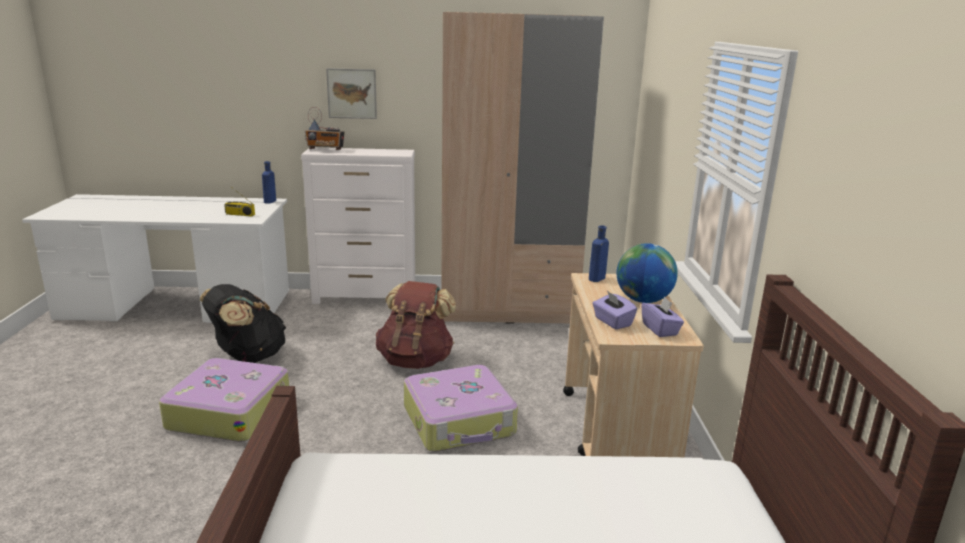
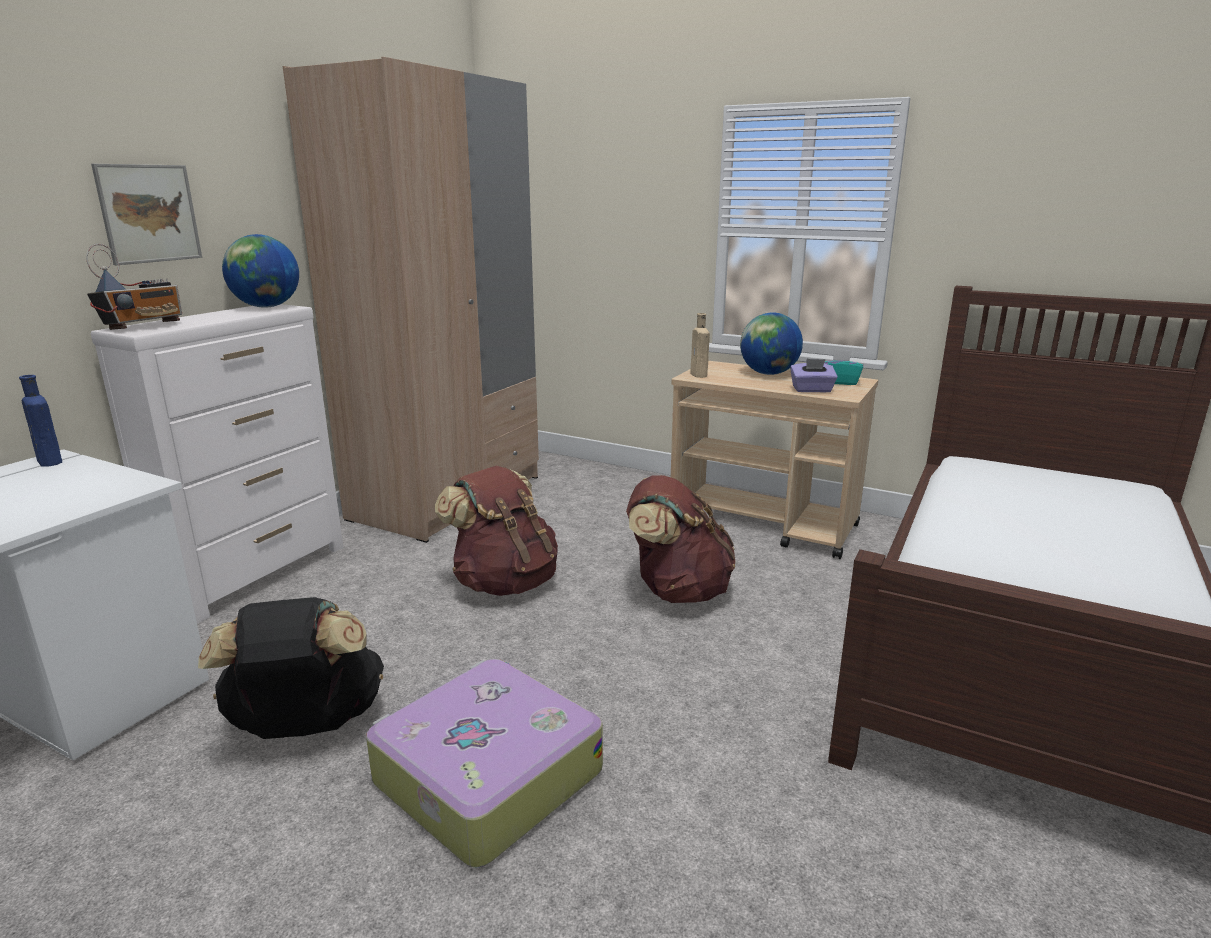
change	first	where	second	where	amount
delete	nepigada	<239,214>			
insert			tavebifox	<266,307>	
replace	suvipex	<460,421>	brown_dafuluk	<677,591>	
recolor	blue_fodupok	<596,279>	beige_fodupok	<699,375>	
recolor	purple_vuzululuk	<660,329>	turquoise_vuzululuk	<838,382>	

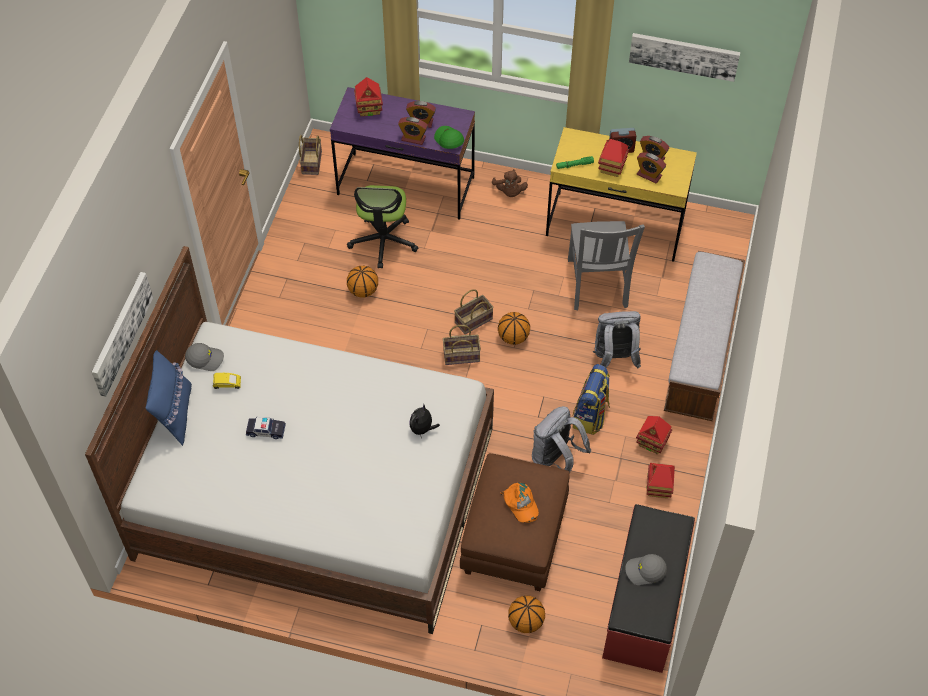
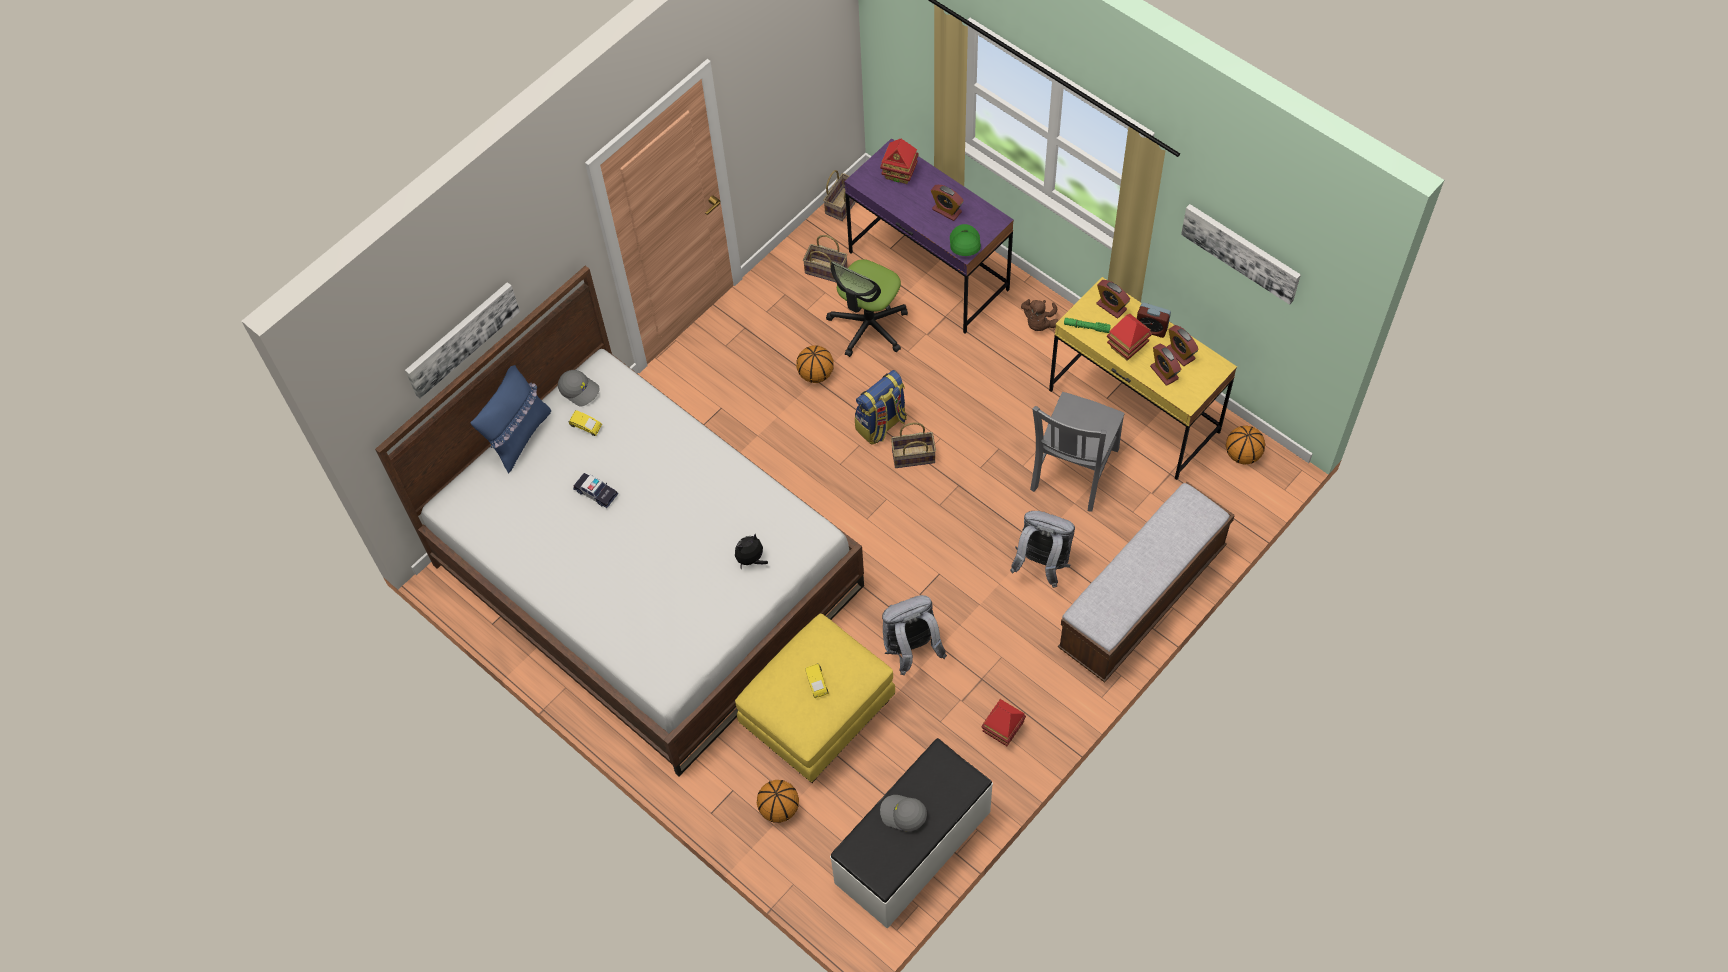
change	first	where	second	where	amount
delete	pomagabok	<652,443>			
move	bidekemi	<413,138>		<1111,307>	
move	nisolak	<462,355>		<827,270>	
move	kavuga	<514,337>		<1243,455>	
move	dafuluk	<590,416>		<881,425>	
replace	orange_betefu	<520,504>	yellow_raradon	<816,683>	
recolor	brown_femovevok	<513,538>	yellow_femovevok	<817,714>	
recolor	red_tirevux	<645,603>	white_tirevux	<914,848>	

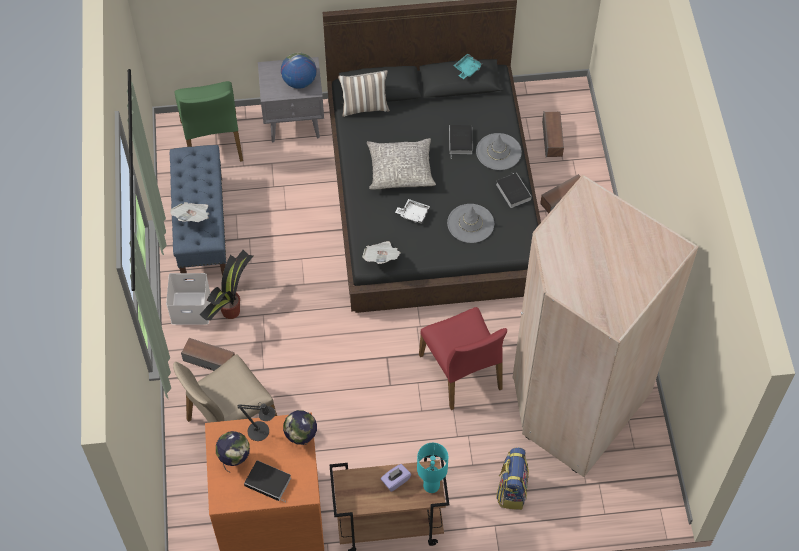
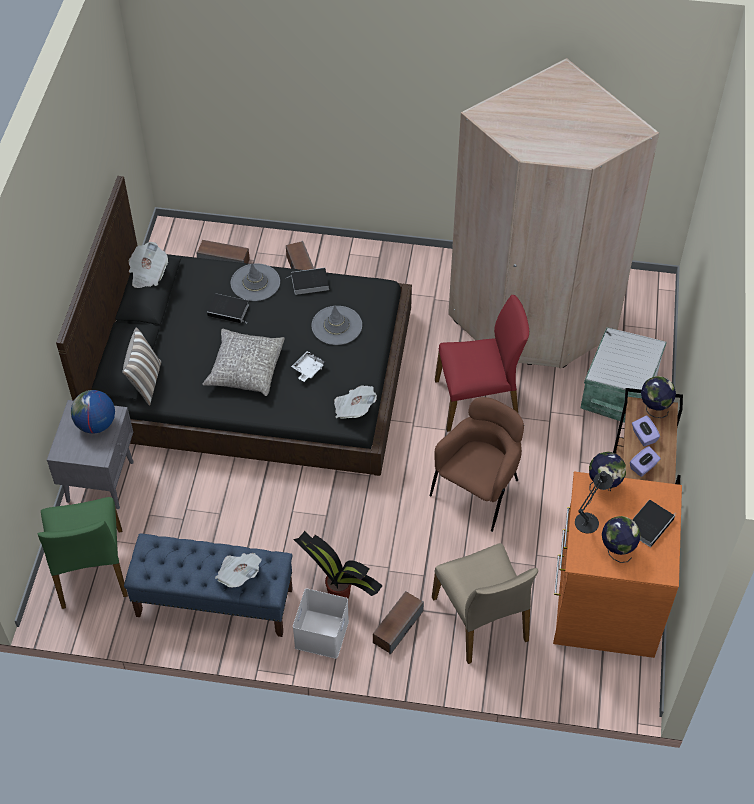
change	first	where	second	where	amount
insert			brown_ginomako	<478,490>	
insert			purple_vuzululuk	<643,467>	
replace	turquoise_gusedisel	<431,485>	tavebifox	<654,409>	
replace	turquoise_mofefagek	<467,69>	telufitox	<148,274>	
replace	dafuluk	<511,490>	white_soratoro	<617,391>	
rotate	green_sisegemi	<212,141>		<91,569>	75 degrees clockwise

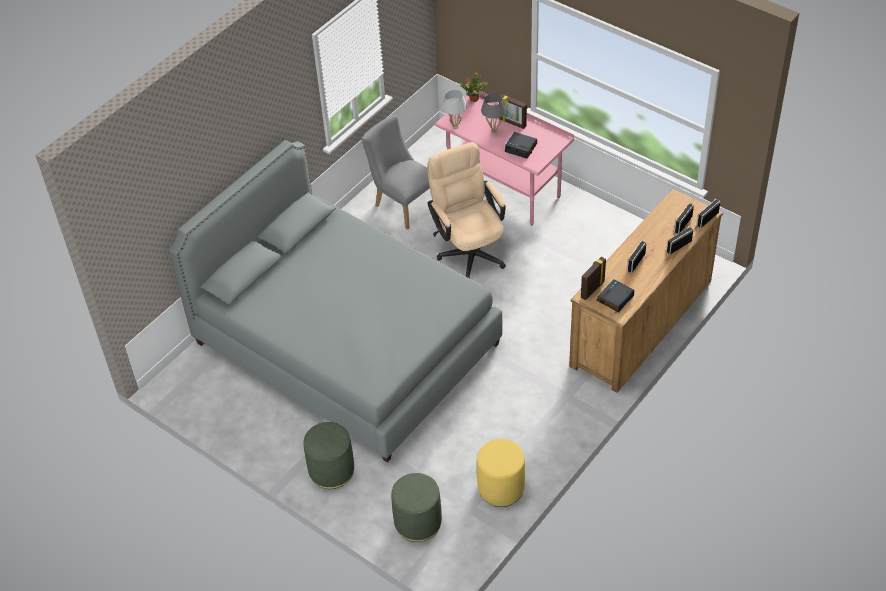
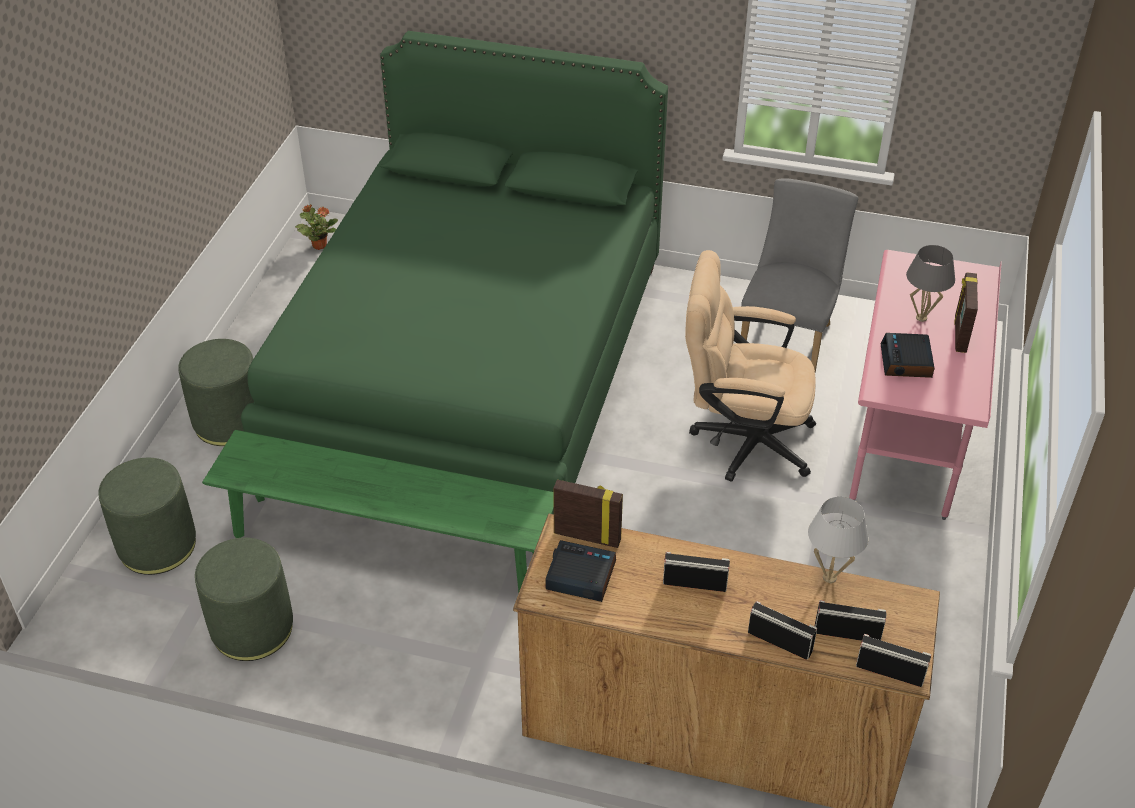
change	first	where	second	where	amount
insert			green_tirevux	<387,545>	
move	white_gusedisel	<455,127>		<830,577>	
move	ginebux	<473,99>		<319,245>	
recolor	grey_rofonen	<346,344>	green_rofonen	<472,364>	
recolor	yellow_femovevok	<501,488>	green_femovevok	<252,628>	
rotate	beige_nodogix	<469,250>		<741,439>	120 degrees counterclockwise

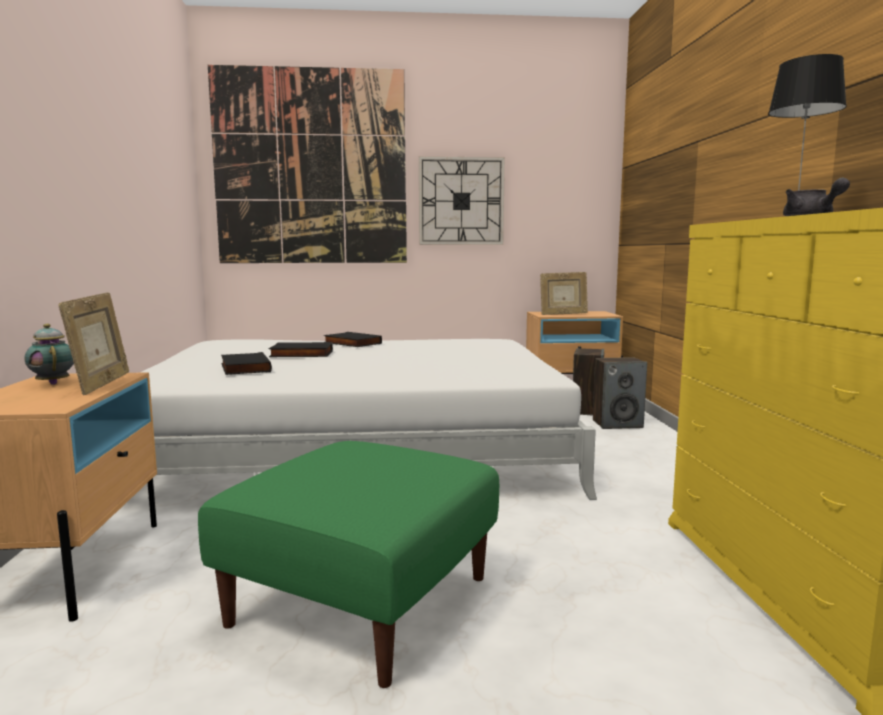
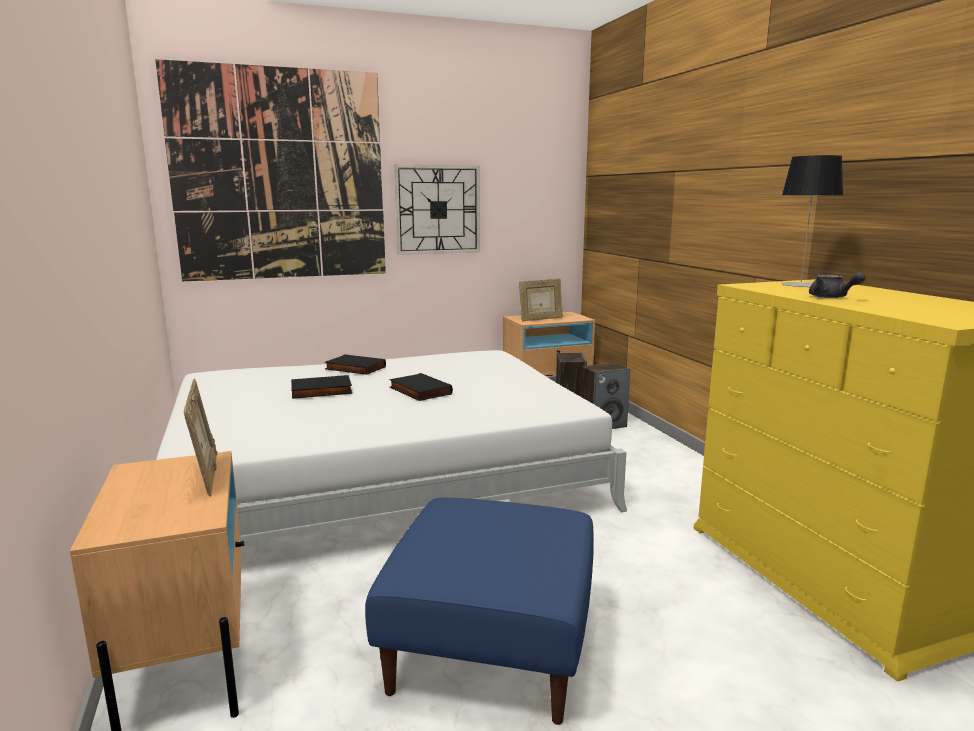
change	first	where	second	where	amount
delete	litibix	<53,383>			
move	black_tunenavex	<243,368>		<418,391>	
recolor	green_femovevok	<362,599>	blue_femovevok	<490,644>	

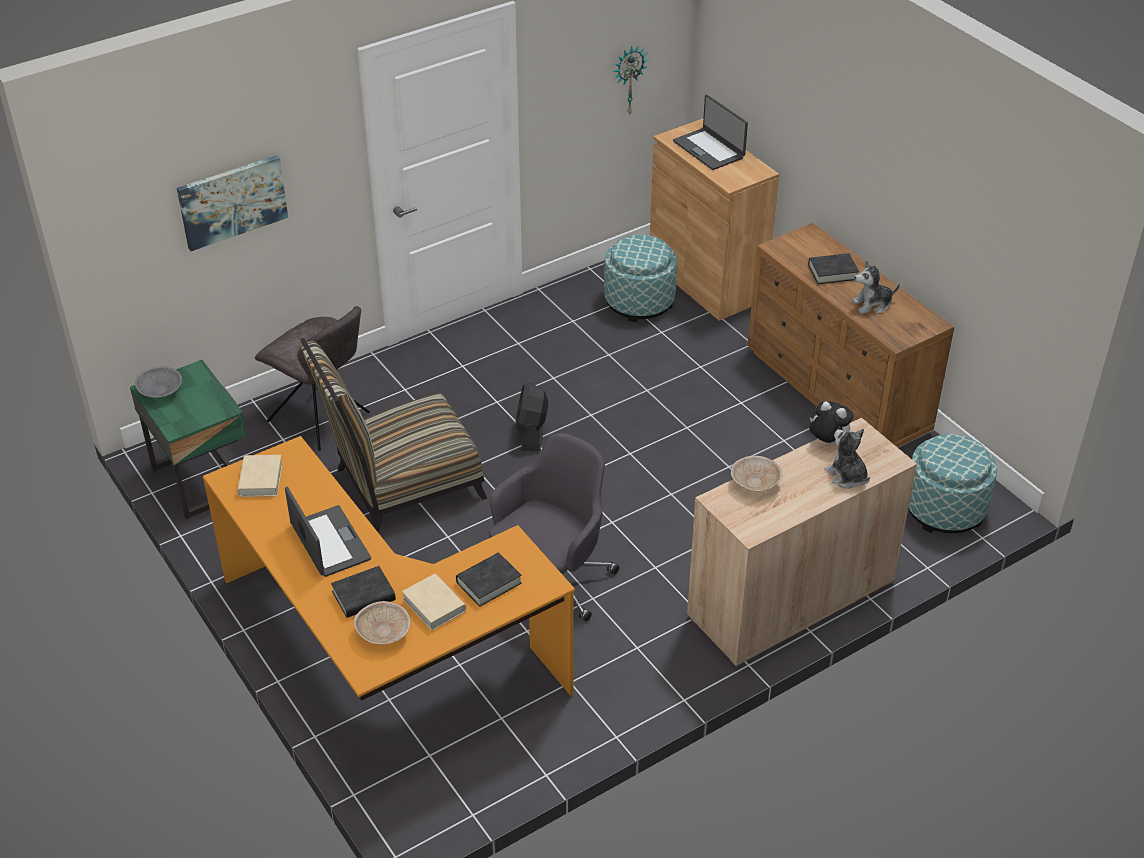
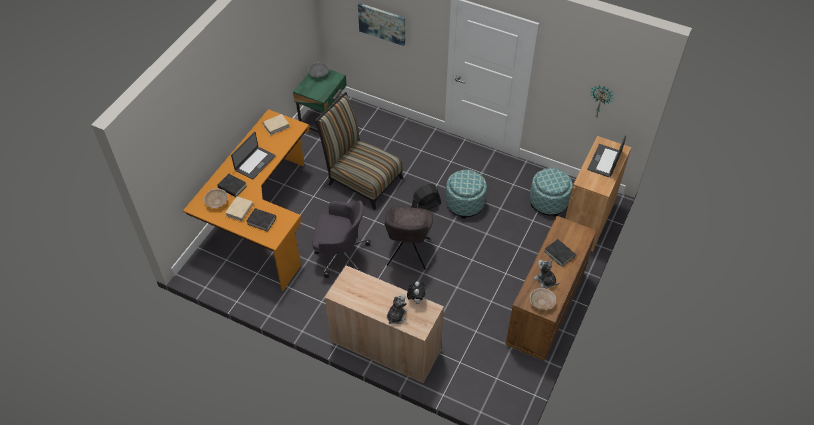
change	first	where	second	where	amount
move	grey_sisegemi	<321,419>		<408,253>	
move	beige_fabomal	<755,483>		<542,302>	
move	femovevok	<944,509>		<464,203>	

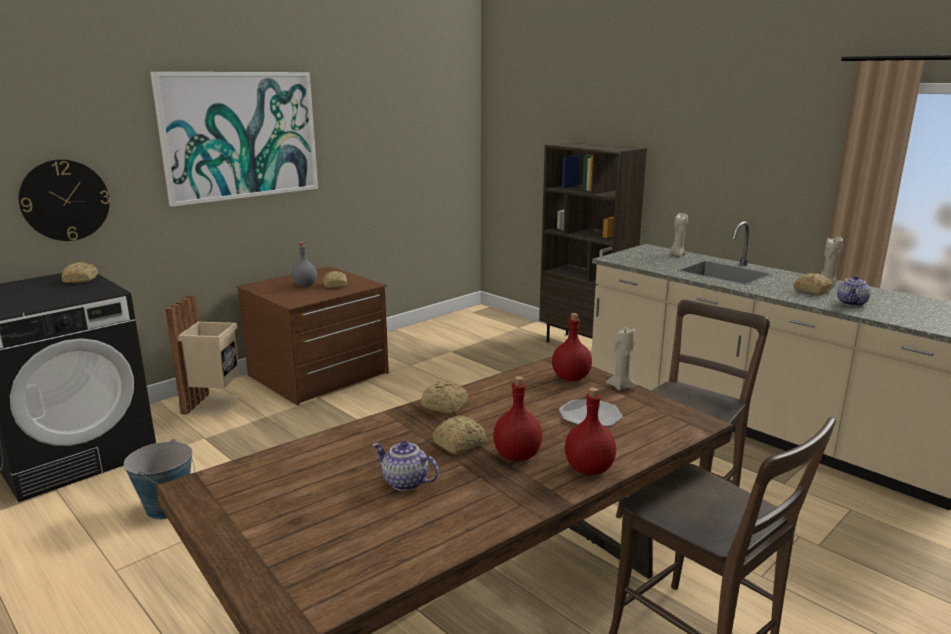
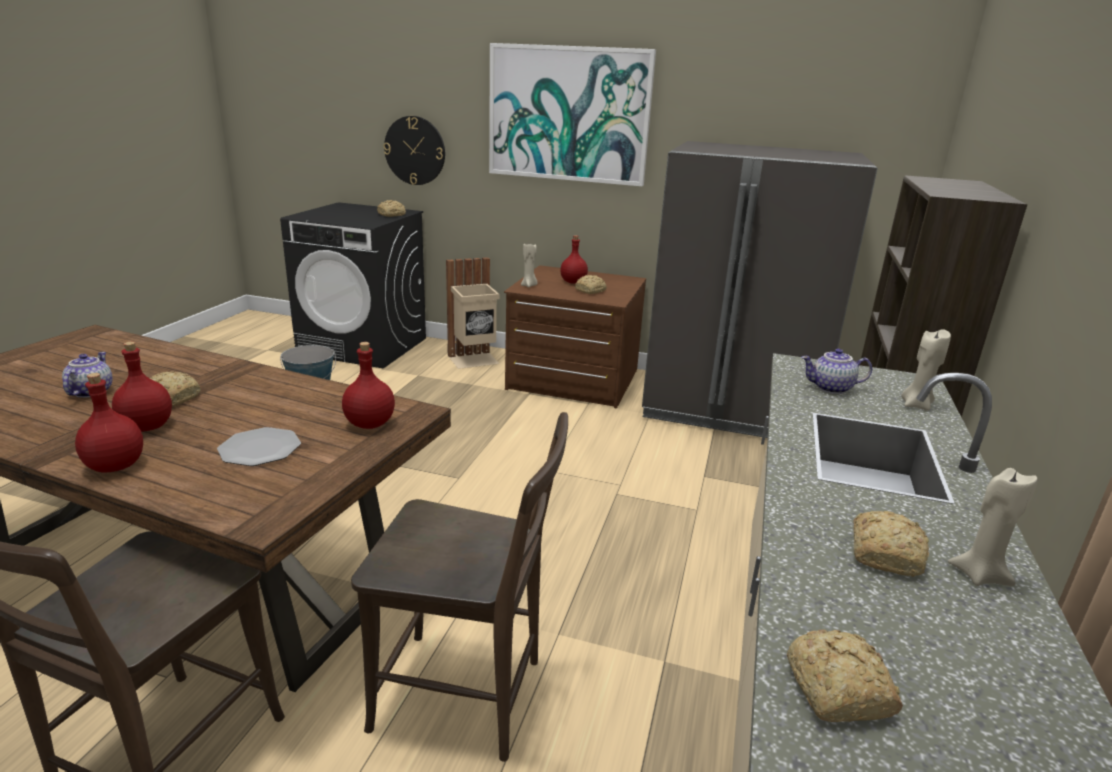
change	first	where	second	where	amount
insert			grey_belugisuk	<730,408>	
move	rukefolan	<445,406>		<837,692>	
move	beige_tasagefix	<621,386>		<529,286>	
move	litibix	<852,303>		<831,388>	
recolor	grey_fodupok	<304,285>	red_fodupok	<573,282>	

